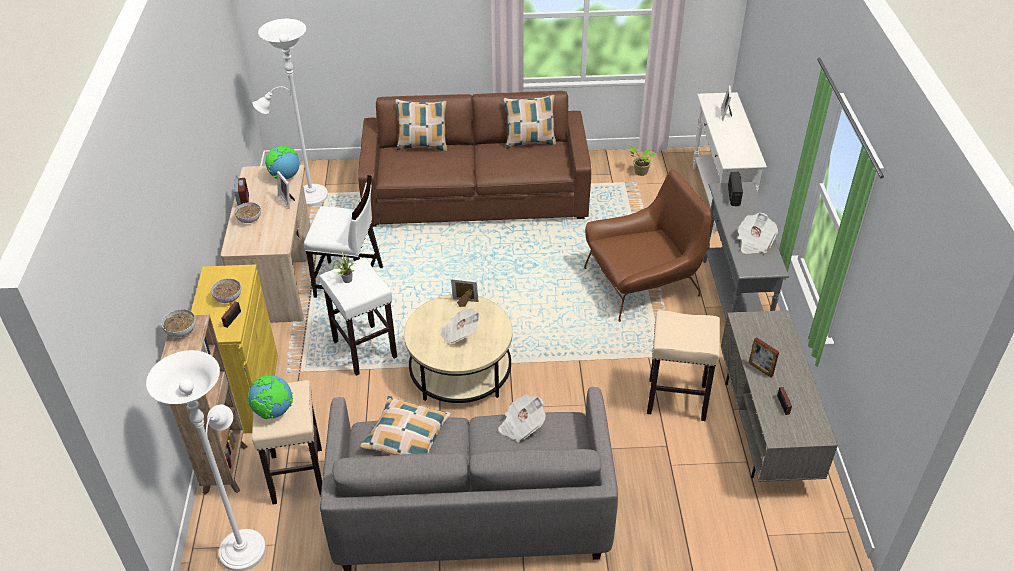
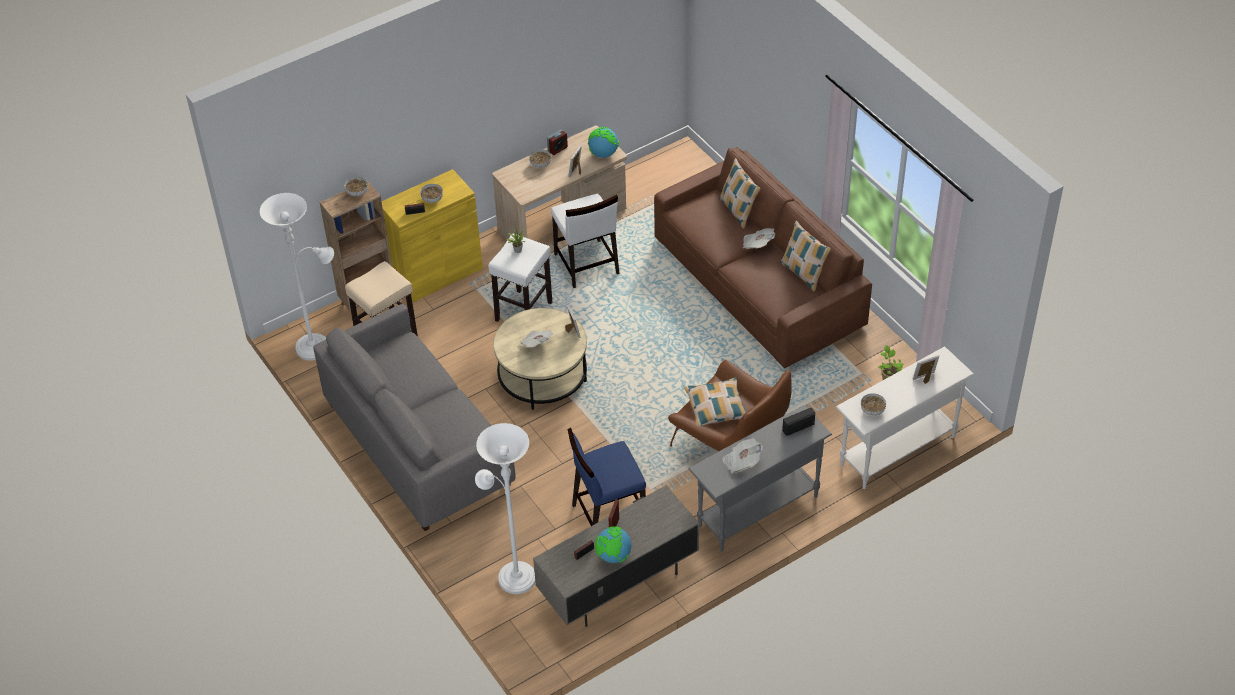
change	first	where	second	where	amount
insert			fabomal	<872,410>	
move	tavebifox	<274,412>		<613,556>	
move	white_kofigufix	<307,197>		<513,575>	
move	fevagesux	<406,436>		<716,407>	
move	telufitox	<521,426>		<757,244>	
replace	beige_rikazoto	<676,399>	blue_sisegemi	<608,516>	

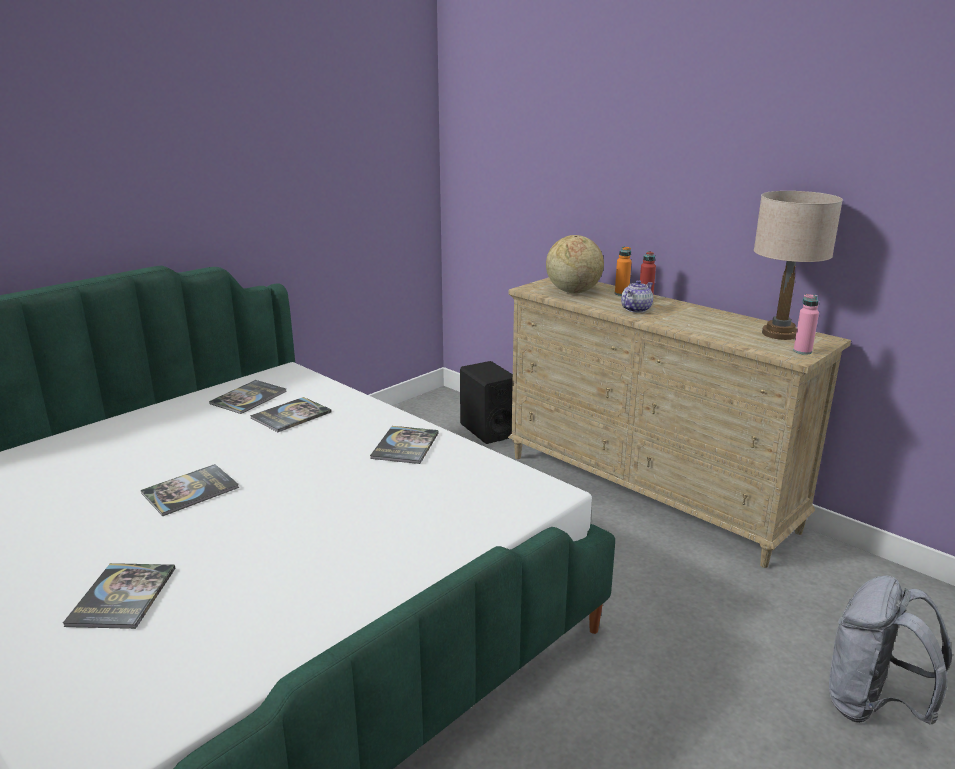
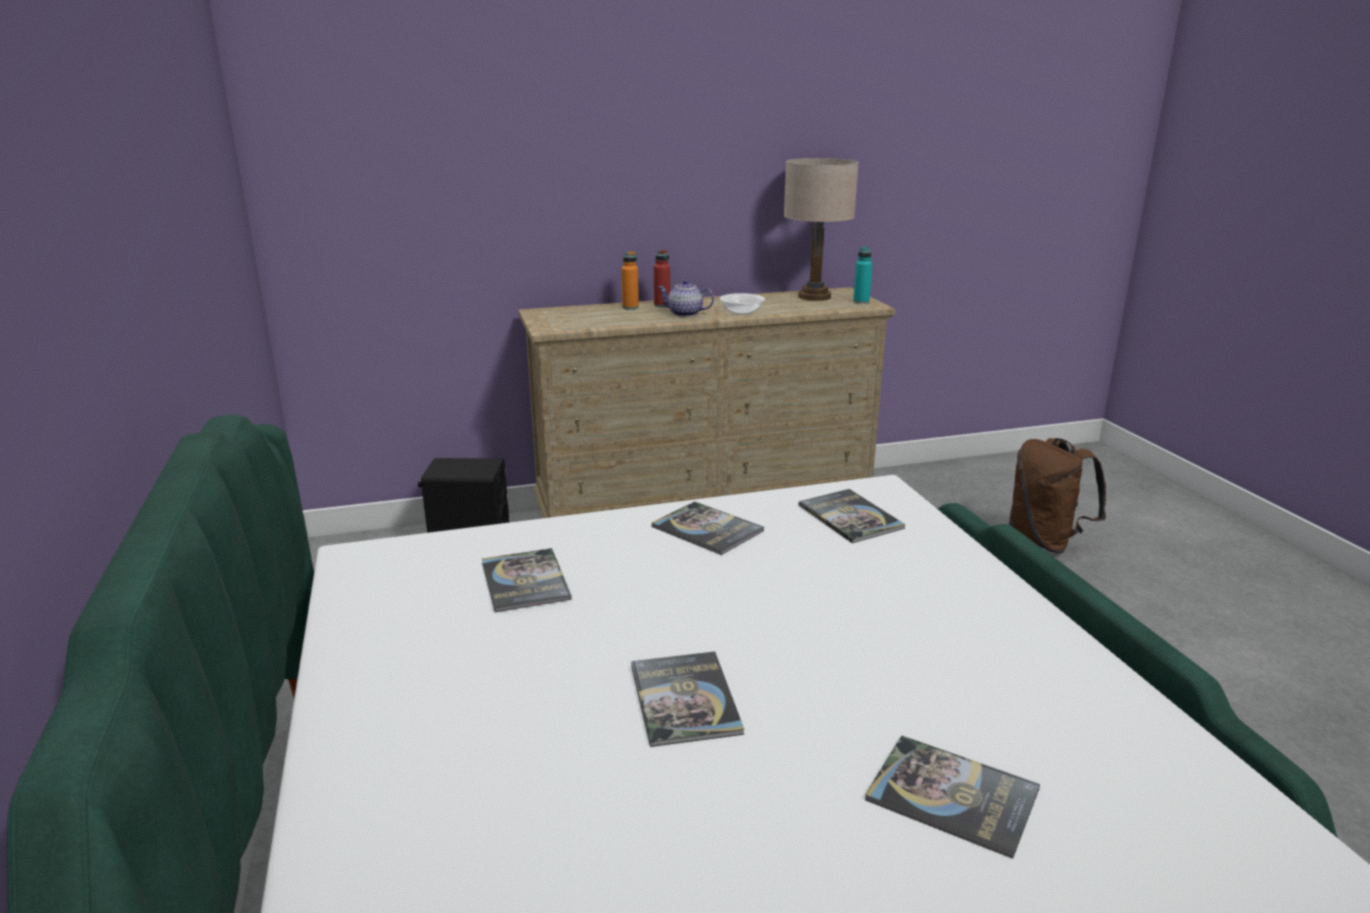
change	first	where	second	where	amount
delete	tavebifox	<573,292>			
insert			fabomal	<742,312>	
move	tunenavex	<248,398>		<850,517>	
recolor	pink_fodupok	<802,351>	turquoise_fodupok	<861,301>	
recolor	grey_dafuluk	<872,705>	brown_dafuluk	<1046,541>	
rotate	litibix	<635,309>		<685,314>	60 degrees counterclockwise

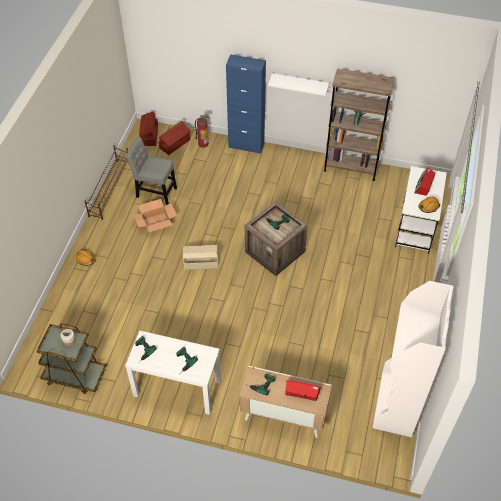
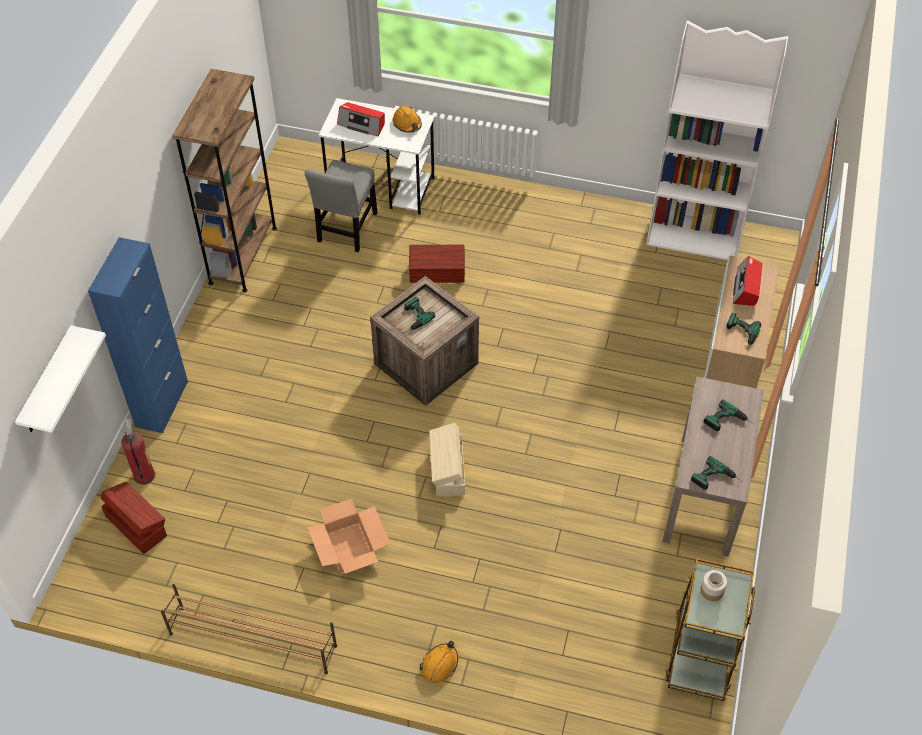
change	first	where	second	where	amount
move	grey_sisegemi	<154,191>		<347,230>	
move	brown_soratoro	<149,135>		<437,274>	
move	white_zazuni	<300,84>		<47,382>	
recolor	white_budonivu	<177,388>	brown_budonivu	<705,494>	

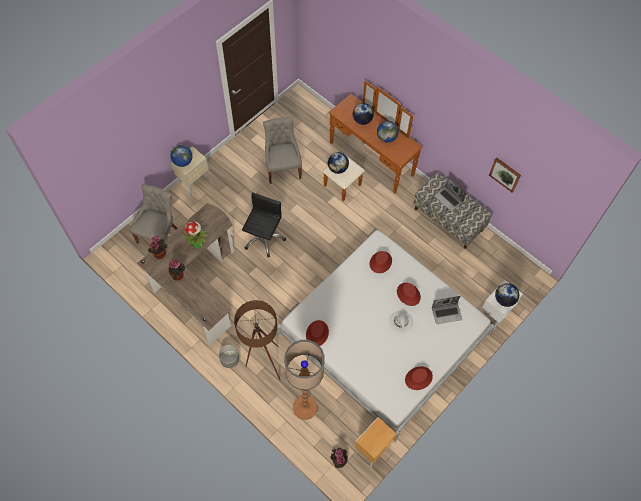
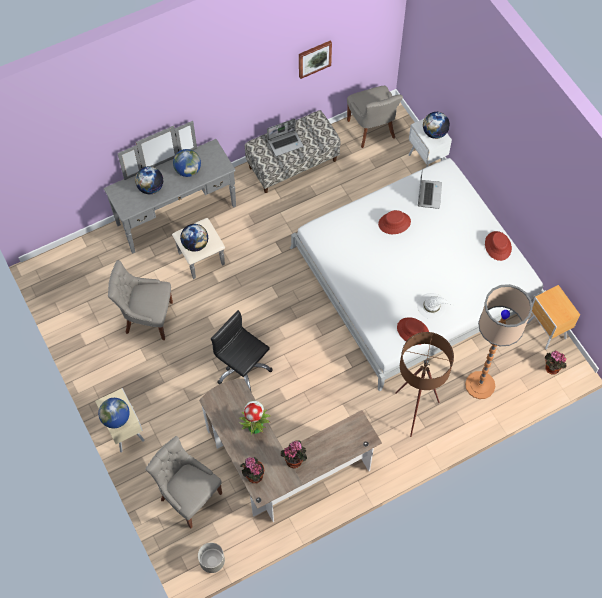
change	first	where	second	where	amount
delete	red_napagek	<380,262>			
insert			grey_sisegemi	<372,130>	
move	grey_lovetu	<230,360>		<212,561>	
move	white_napagek	<401,322>		<432,306>	
recolor	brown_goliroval	<365,165>	grey_goliroval	<182,225>	

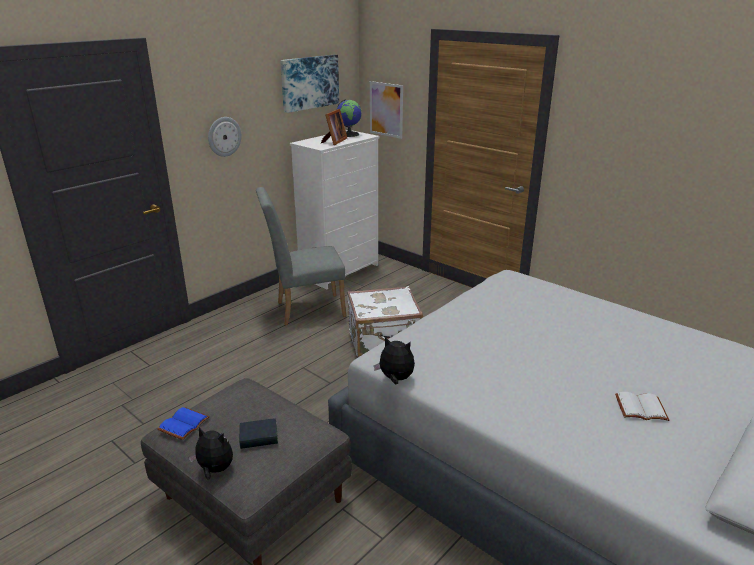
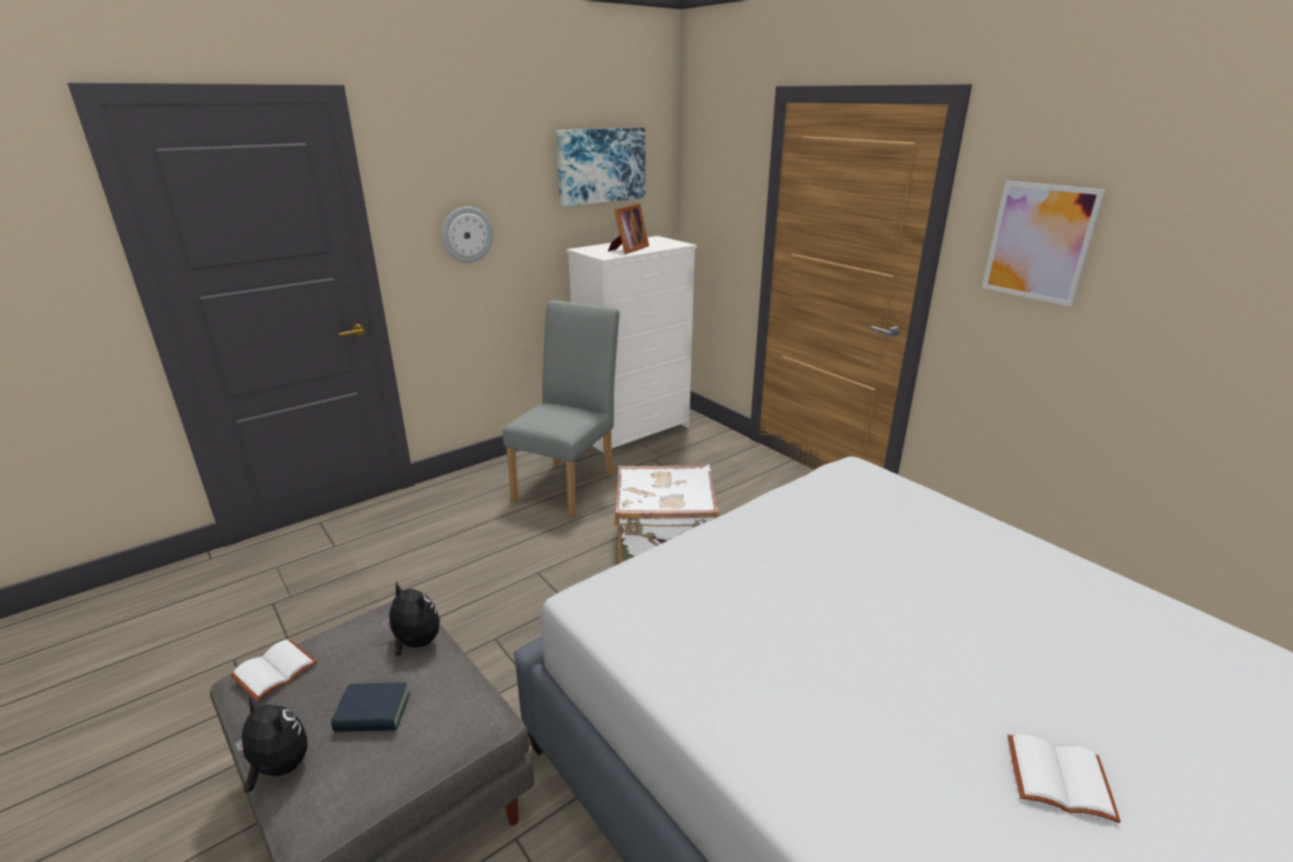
change	first	where	second	where	amount
delete	tavebifox	<349,134>			
move	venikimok	<386,109>		<1039,242>	
move	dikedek	<395,379>		<415,643>	
recolor	blue_tunenavex	<184,425>	white_tunenavex	<275,672>	
rotate	grey_sisegemi	<304,309>		<569,483>	120 degrees clockwise

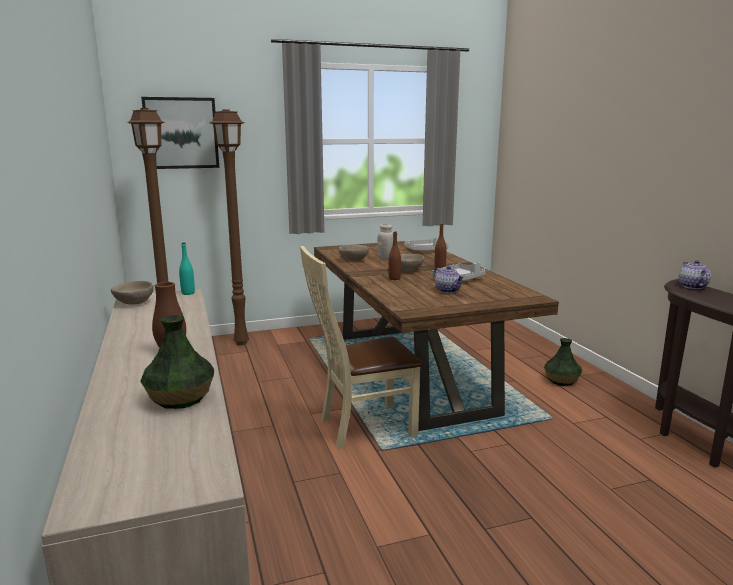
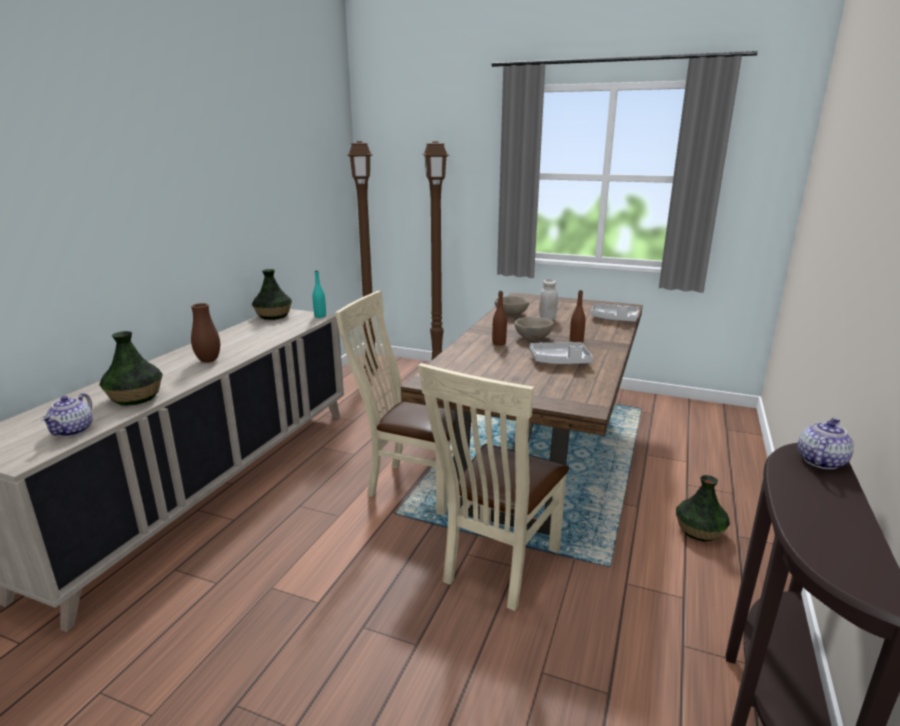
change	first	where	second	where	amount
delete	venikimok	<181,133>			
insert			beige_sisegemi	<496,568>	
move	litibix	<447,290>		<73,430>	
replace	beige_fabomal	<133,303>	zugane	<273,316>	

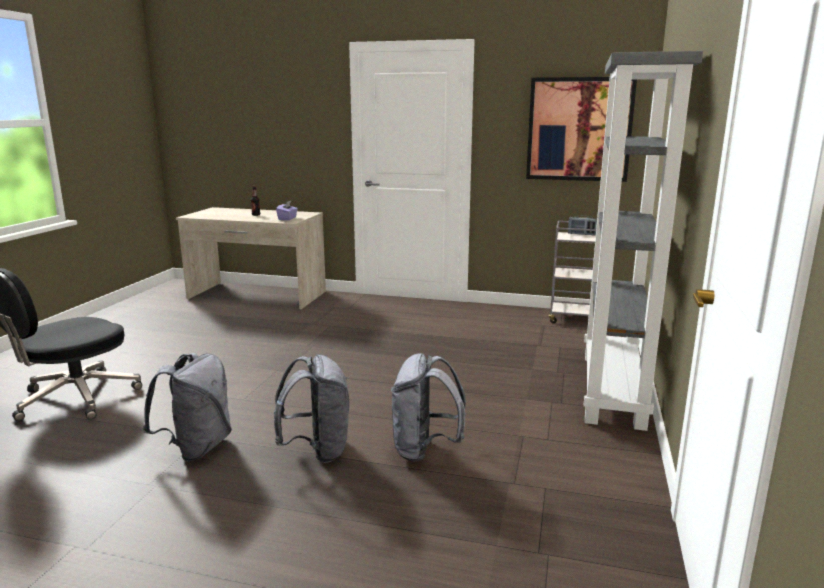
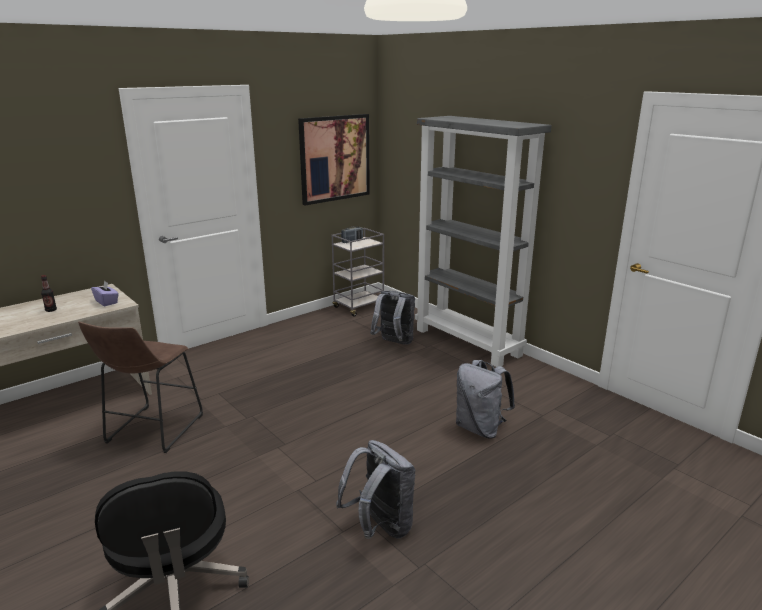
change	first	where	second	where	amount
insert			brown_rikazoto	<151,431>	
move	grey_dafuluk	<317,450>		<394,343>	

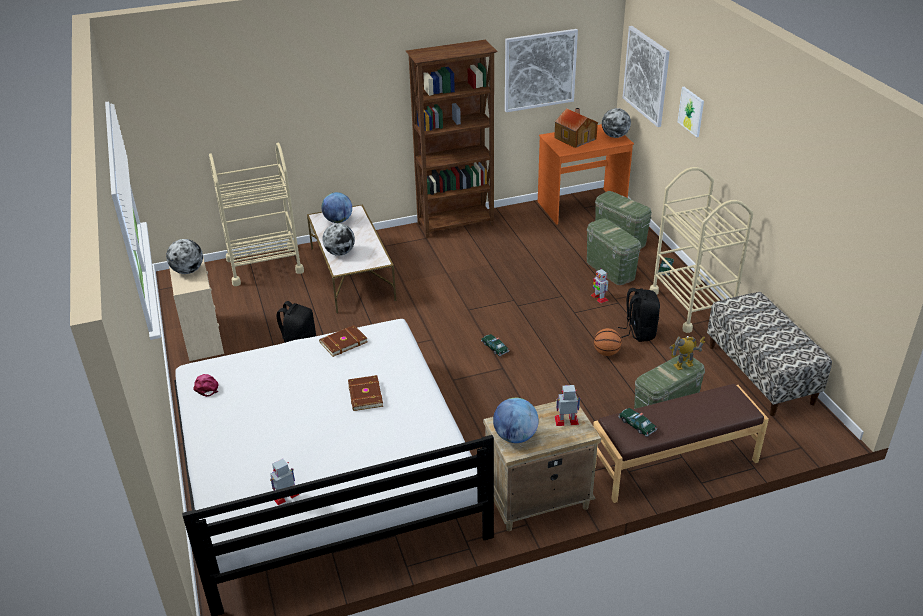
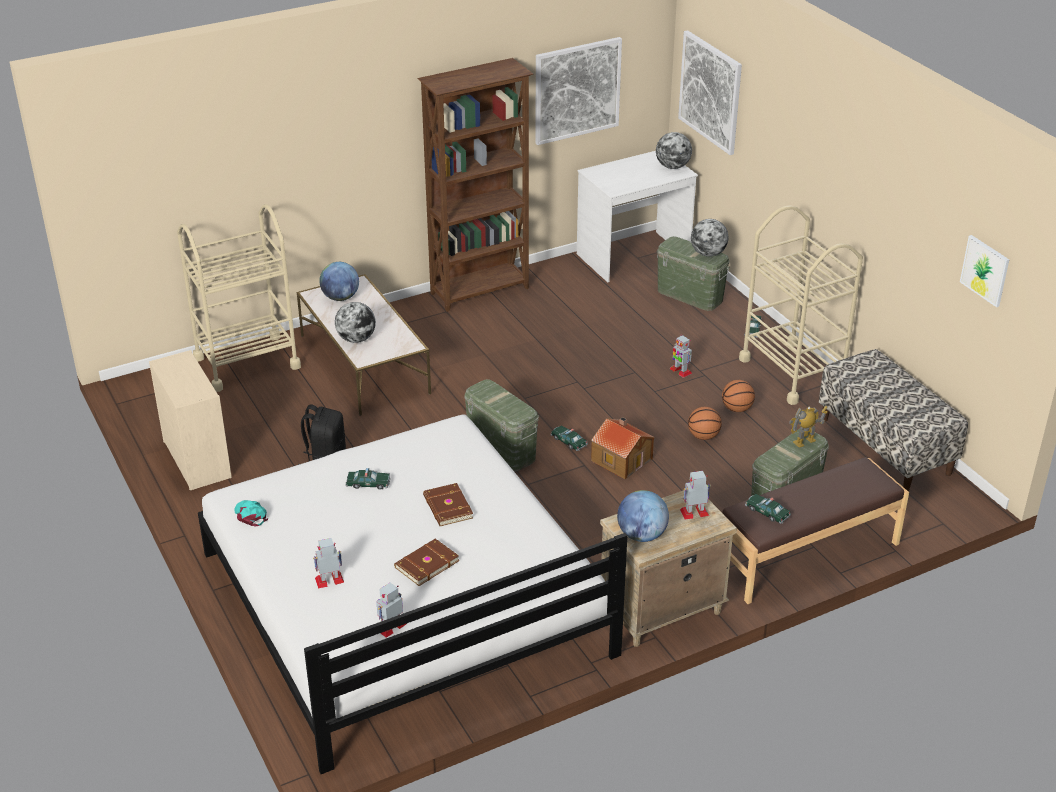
change	first	where	second	where	amount
insert			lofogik	<329,580>	
insert			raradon	<368,484>	
move	tavebifox	<188,271>		<708,254>	
move	brown_tunenavex	<343,342>		<426,564>	
move	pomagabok	<575,138>		<621,459>	
move	green_soratoro	<610,269>		<501,449>	
move	venikimok	<691,111>		<985,270>	
replace	black_dafuluk	<639,332>	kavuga	<737,409>	
recolor	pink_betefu	<206,386>	turquoise_betefu	<251,515>	
recolor	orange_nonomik	<581,206>	white_nonomik	<633,257>	

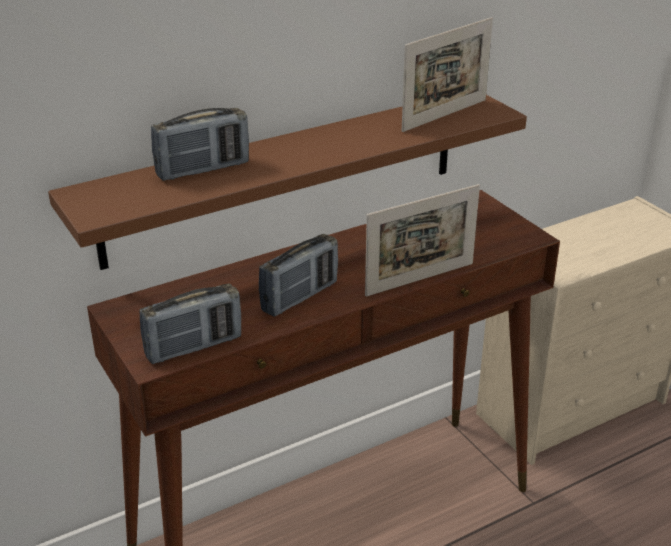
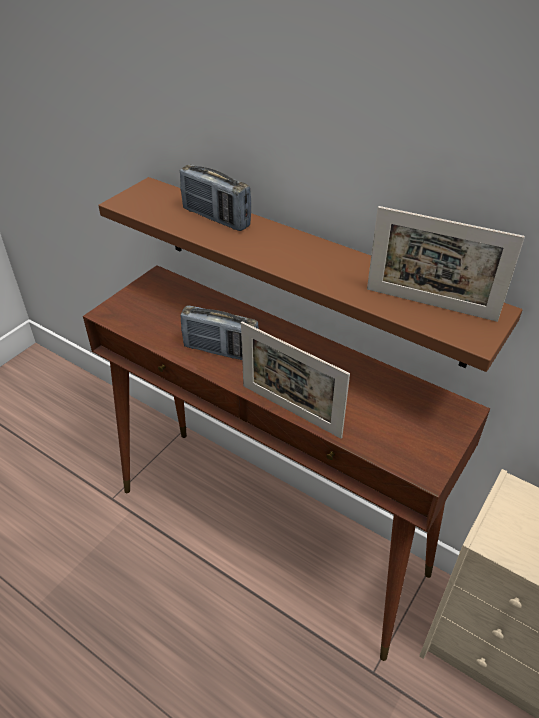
change	first	where	second	where	amount
delete	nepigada	<194,347>			

